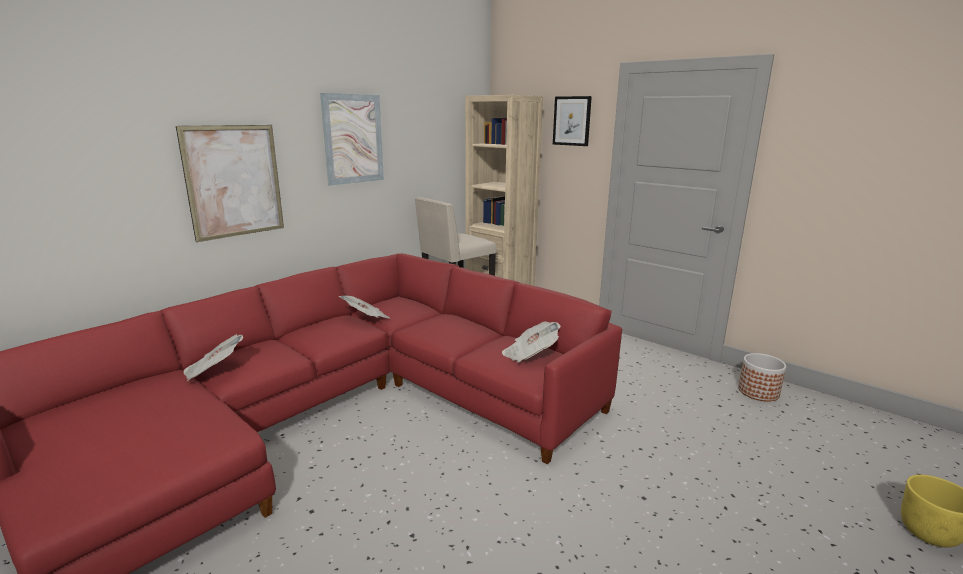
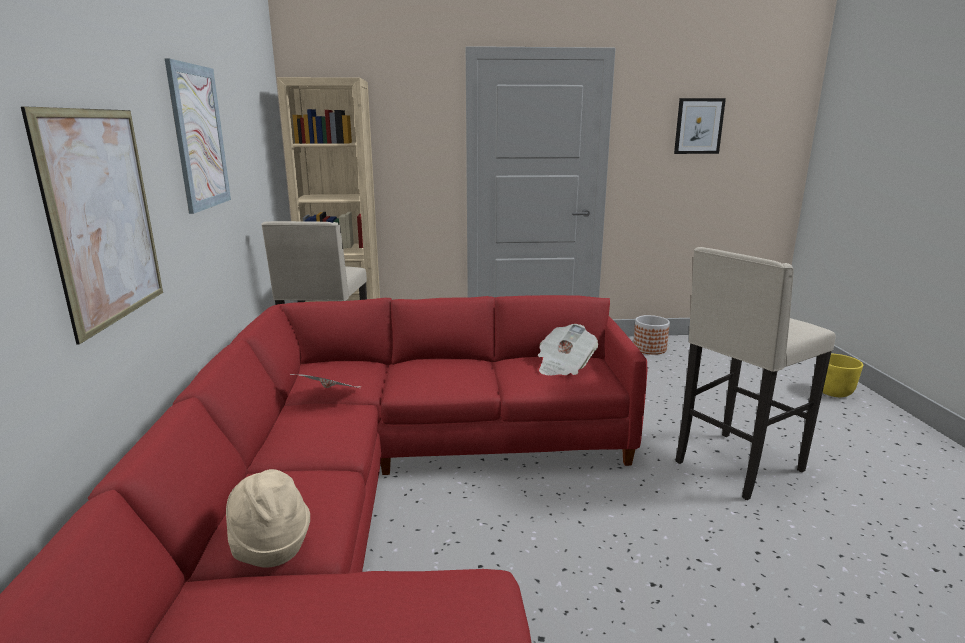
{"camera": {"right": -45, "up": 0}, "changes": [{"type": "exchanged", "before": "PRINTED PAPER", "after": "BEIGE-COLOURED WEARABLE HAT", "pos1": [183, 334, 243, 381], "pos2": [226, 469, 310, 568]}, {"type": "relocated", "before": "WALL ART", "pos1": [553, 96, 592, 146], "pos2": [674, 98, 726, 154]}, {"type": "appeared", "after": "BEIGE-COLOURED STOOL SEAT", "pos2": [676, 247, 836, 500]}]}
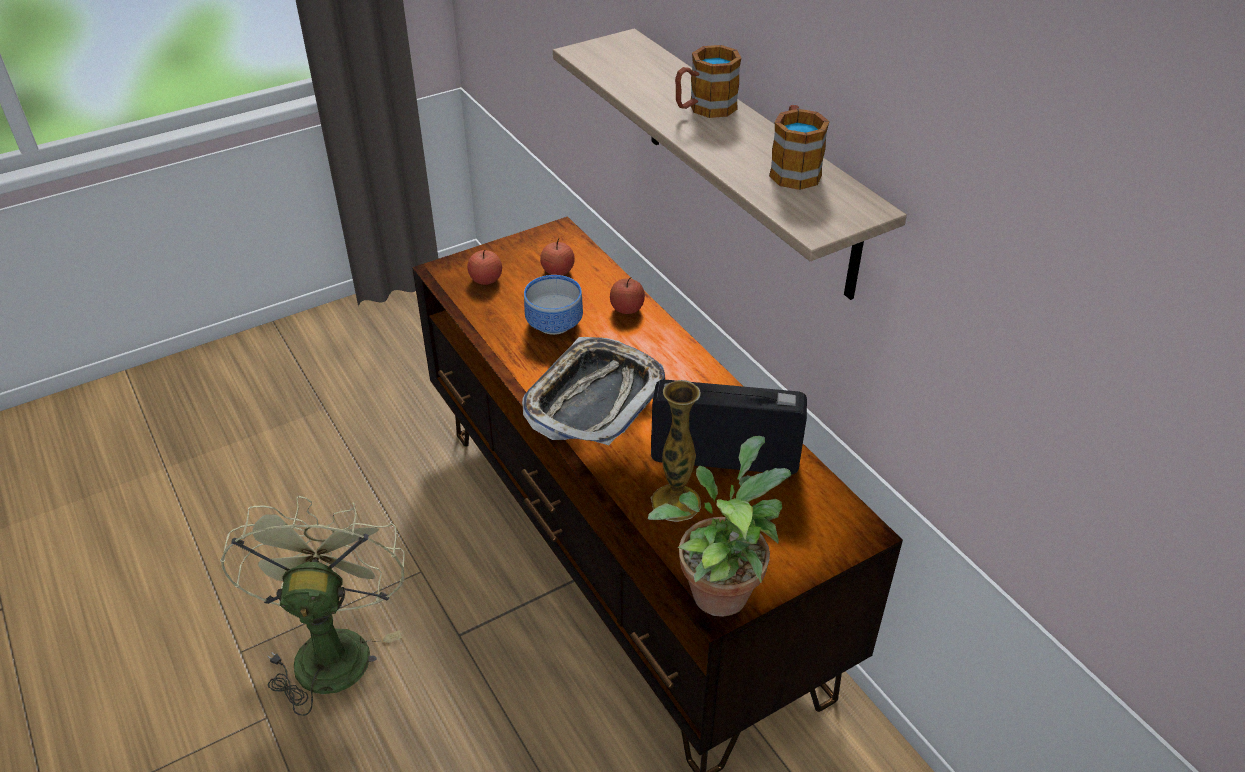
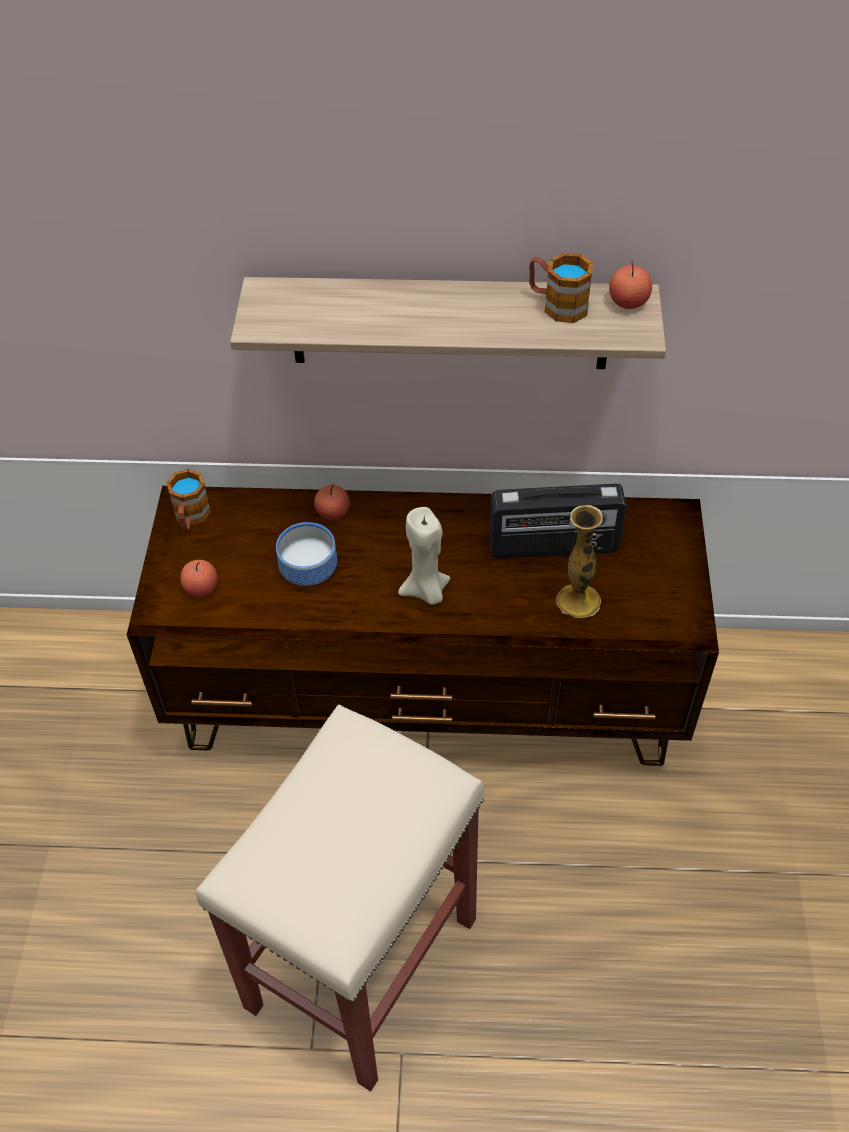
{"camera": {"right": -55, "up": 10}, "changes": [{"type": "relocated", "before": "COFFEE MUG", "pos1": [675, 45, 741, 118], "pos2": [166, 469, 211, 531]}, {"type": "exchanged", "before": "GREEN ELECTRIC FAN", "after": "BEIGE-COLOURED STOOL SEAT", "pos1": [220, 496, 405, 716], "pos2": [196, 704, 484, 1091]}, {"type": "exchanged", "before": "TRAY", "after": "BEIGE-COLOURED WAX LIGHT", "pos1": [522, 337, 665, 445], "pos2": [398, 507, 451, 605]}, {"type": "spun", "before": "RADIO RECEIVER", "pos1": [651, 380, 807, 475], "pos2": [489, 484, 627, 559], "turn": -135}, {"type": "relocated", "before": "APPLE", "pos1": [540, 238, 575, 275], "pos2": [609, 261, 652, 309]}, {"type": "missing", "before": "PLANT IN A POT", "pos1": [648, 436, 791, 617]}]}
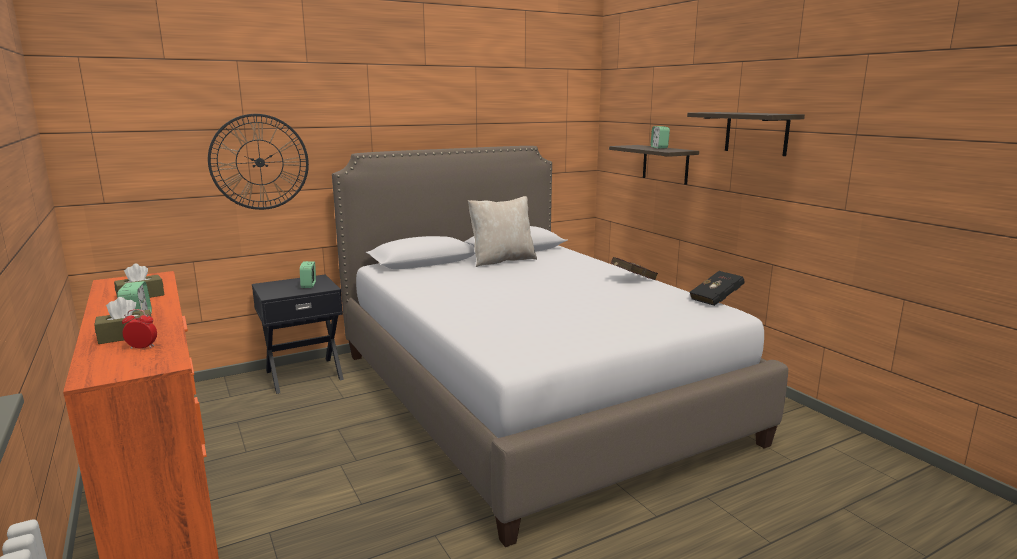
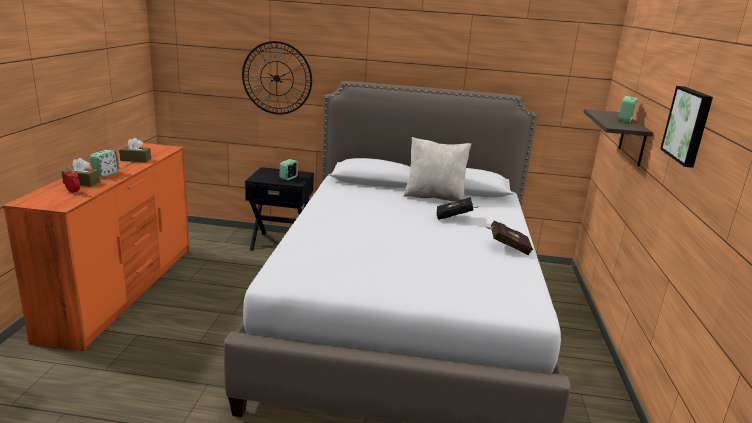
{"camera": {"right": 35, "up": 5}, "changes": [{"type": "relocated", "before": "BLACKISH VOLUME", "pos1": [689, 271, 745, 306], "pos2": [437, 197, 480, 220]}, {"type": "exchanged", "before": "SHELF", "after": "WALL ART", "pos1": [687, 112, 805, 156], "pos2": [660, 86, 713, 168]}]}
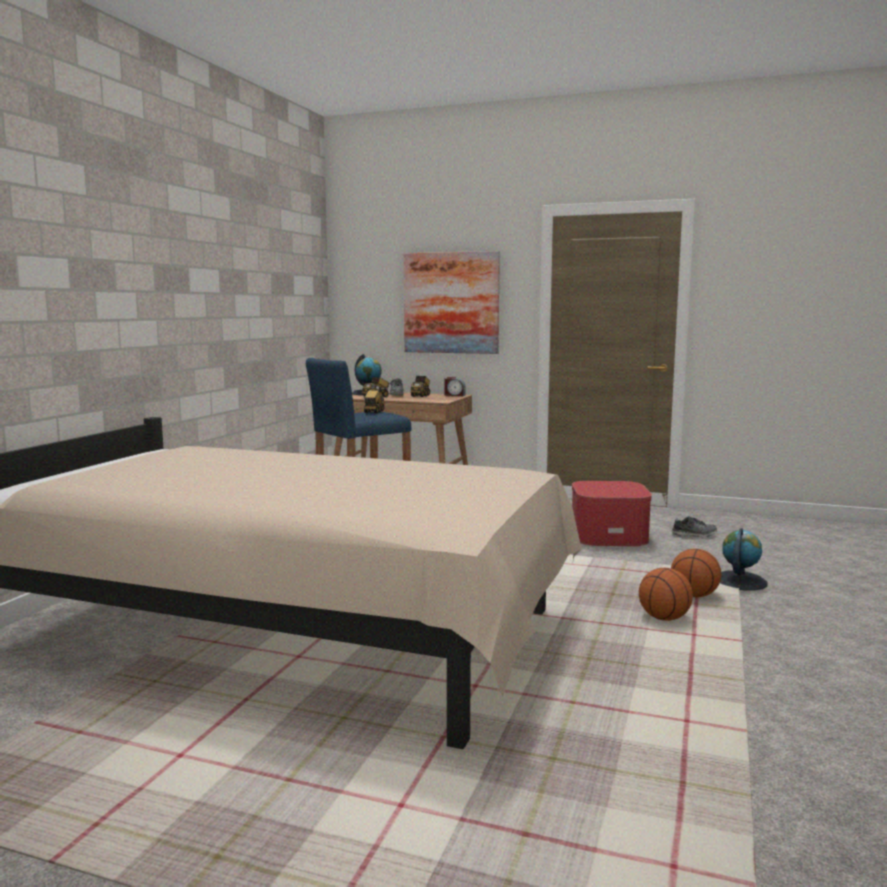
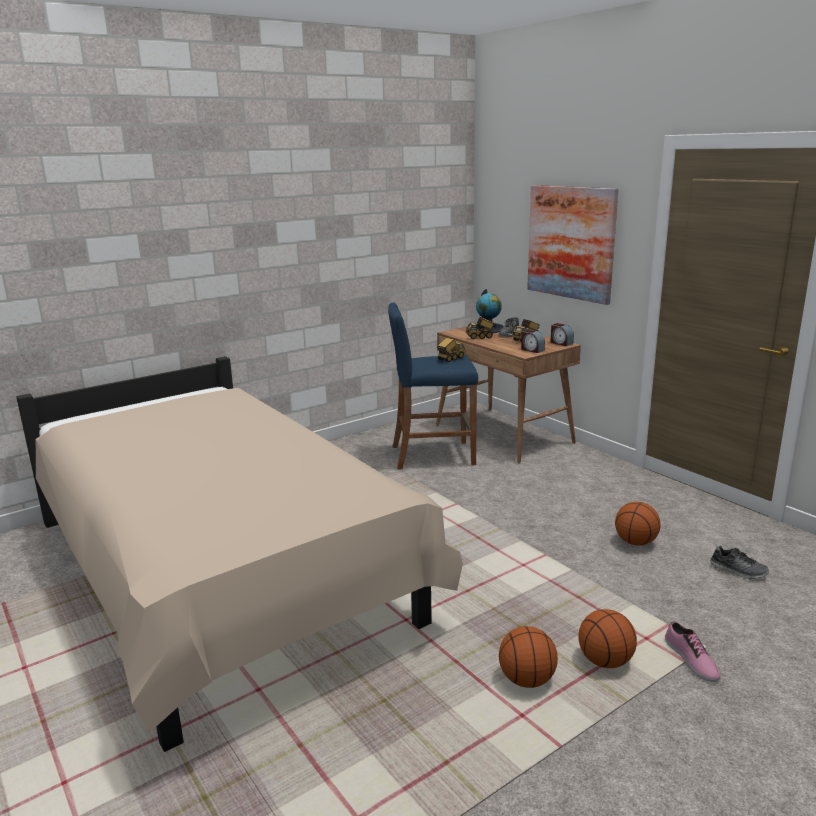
{"camera": {"right": 35, "up": 10}, "changes": [{"type": "appeared", "after": "ALARM CLOCK", "pos2": [521, 329, 545, 353]}, {"type": "exchanged", "before": "FOOTREST", "after": "BASKETBALL BALL", "pos1": [572, 481, 652, 546], "pos2": [615, 502, 661, 546]}, {"type": "exchanged", "before": "DESK GLOBE", "after": "SHOE", "pos1": [720, 528, 767, 591], "pos2": [665, 621, 721, 682]}]}
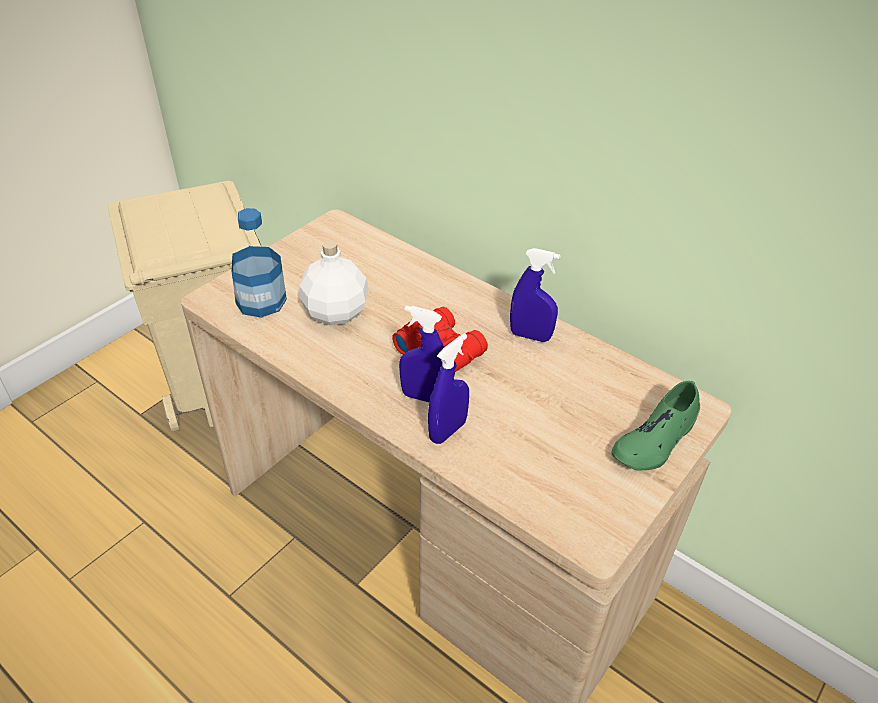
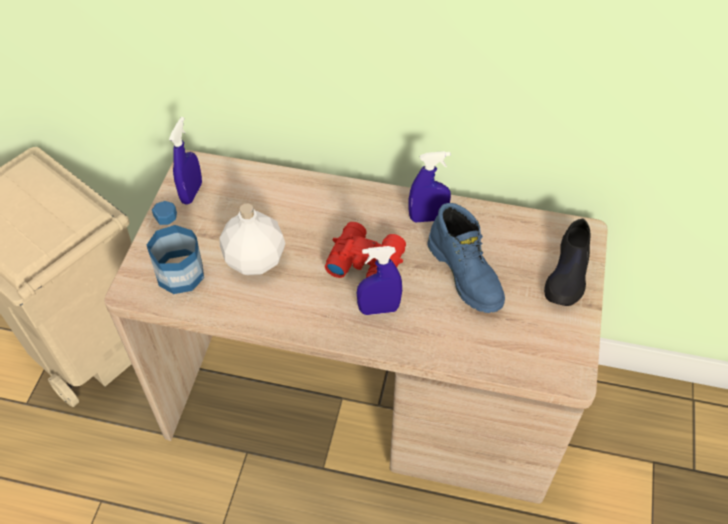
{"camera": {"right": -25, "up": 10}, "changes": [{"type": "relocated", "before": "BLUE HAND SPRAYER", "pos1": [428, 333, 469, 444], "pos2": [169, 117, 202, 205]}, {"type": "appeared", "after": "BLUE HIGH-TOP BOOT", "pos2": [427, 203, 505, 313]}, {"type": "colour", "before": "GREEN SHOE", "after": "BLACKISH SHOE", "pos1": [611, 381, 700, 470], "pos2": [544, 218, 590, 306]}]}
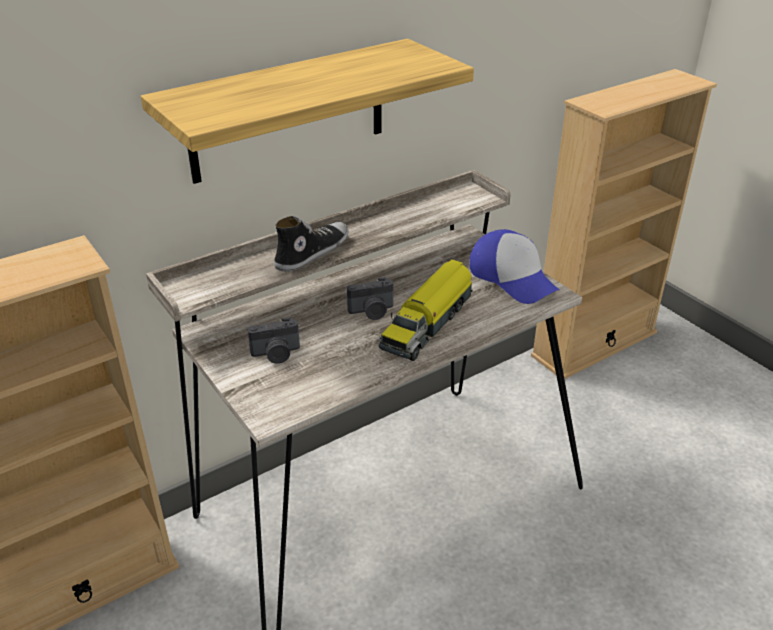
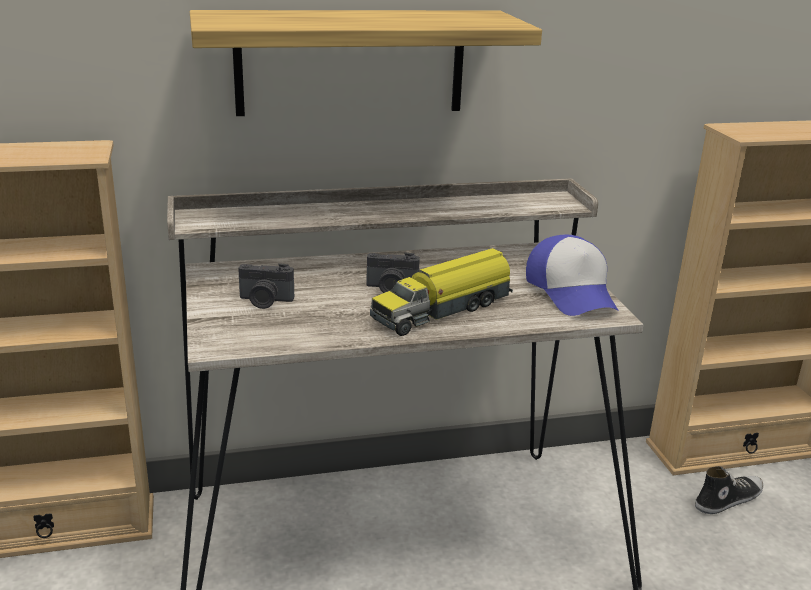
{"camera": {"right": 20, "up": -10}, "changes": [{"type": "relocated", "before": "SHOE", "pos1": [274, 216, 348, 271], "pos2": [695, 466, 763, 514]}]}
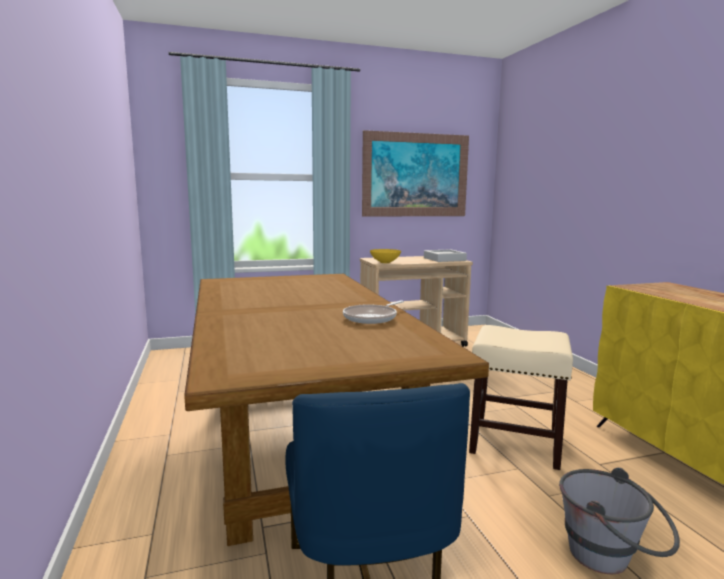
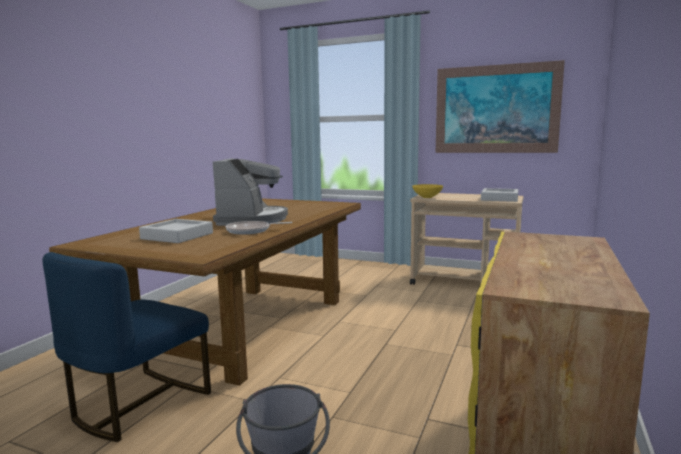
{"camera": {"right": 40, "up": 0}, "changes": [{"type": "appeared", "after": "GREY TRAY", "pos2": [139, 219, 213, 243]}, {"type": "appeared", "after": "COFFEE BREWER", "pos2": [213, 158, 288, 226]}, {"type": "missing", "before": "BEIGE-COLOURED STOOL SEAT", "pos1": [469, 325, 573, 470]}]}
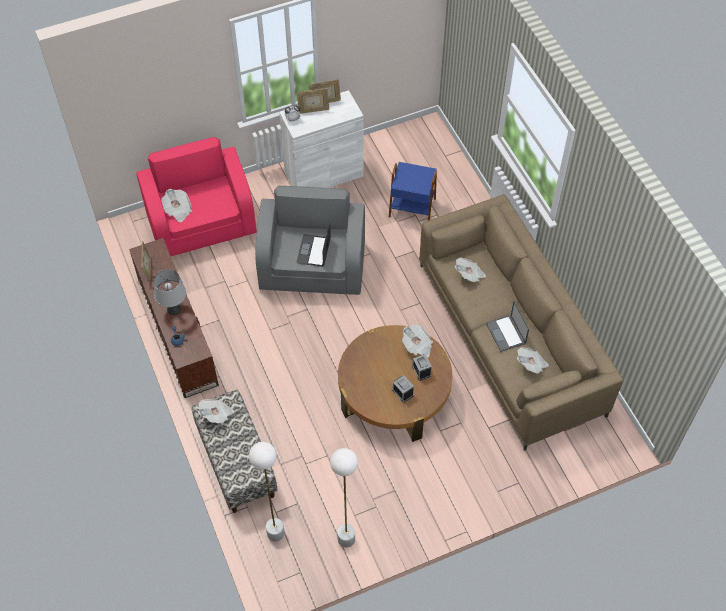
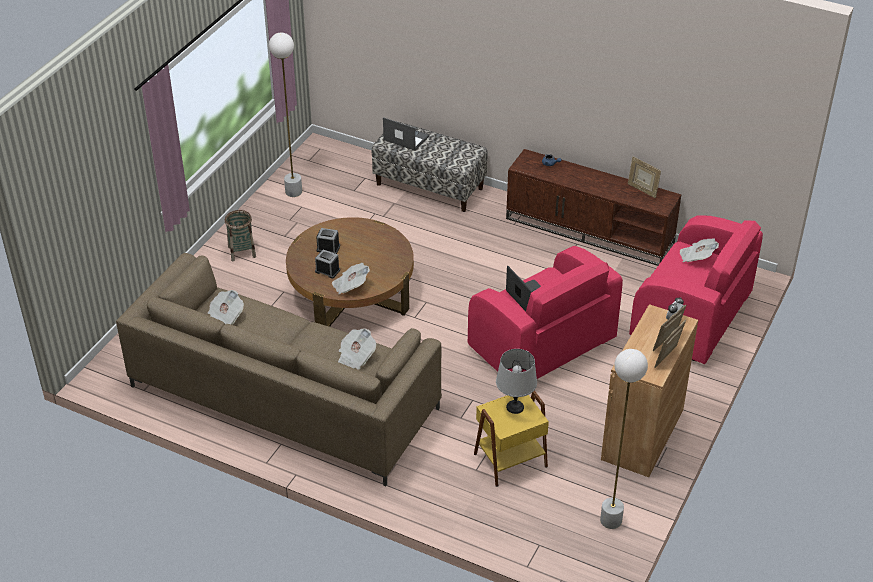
{"camera": {"right": 140, "up": -15}, "changes": [{"type": "appeared", "after": "HOUSEHOLD BASKET", "pos2": [225, 210, 256, 261]}, {"type": "relocated", "before": "PORTABLE COMPUTER", "pos1": [486, 301, 529, 352], "pos2": [383, 117, 430, 151]}, {"type": "colour", "before": "GREY ARMCHAIR", "after": "PINKISH ARMCHAIR", "pos1": [255, 186, 365, 295], "pos2": [468, 246, 623, 379]}, {"type": "colour", "before": "BLUE END TABLE", "after": "YELLOW END TABLE", "pos1": [389, 162, 437, 221], "pos2": [474, 391, 549, 487]}, {"type": "relocated", "before": "GREY TABLE LAMP", "pos1": [153, 269, 186, 315], "pos2": [496, 349, 537, 414]}, {"type": "relocated", "before": "WHITE-COLOURED STANDING LAMP", "pos1": [249, 442, 285, 542], "pos2": [600, 349, 648, 529]}, {"type": "colour", "before": "WHITE-COLOURED STORAGE CABINET", "after": "BROWN STORAGE CABINET", "pos1": [279, 90, 364, 188], "pos2": [601, 304, 698, 477]}, {"type": "missing", "before": "PRINTED PAPER", "pos1": [198, 399, 234, 423]}]}
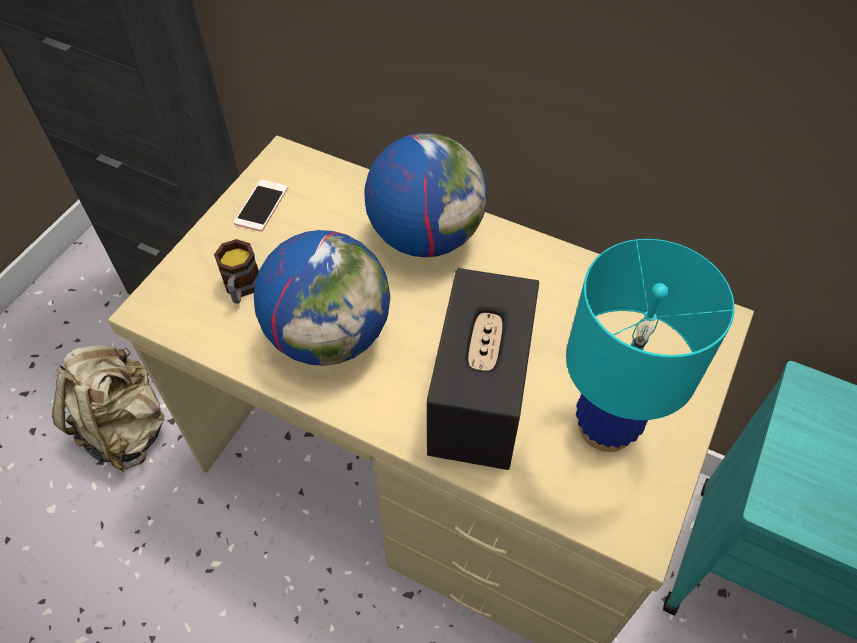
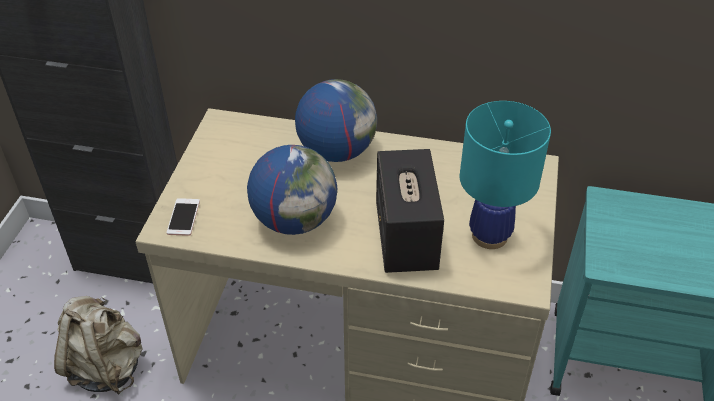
{"camera": {"right": -15, "up": -10}, "changes": [{"type": "relocated", "before": "HANDSET", "pos1": [234, 180, 288, 231], "pos2": [167, 198, 200, 236]}, {"type": "missing", "before": "COFFEE MUG", "pos1": [214, 239, 259, 304]}]}
